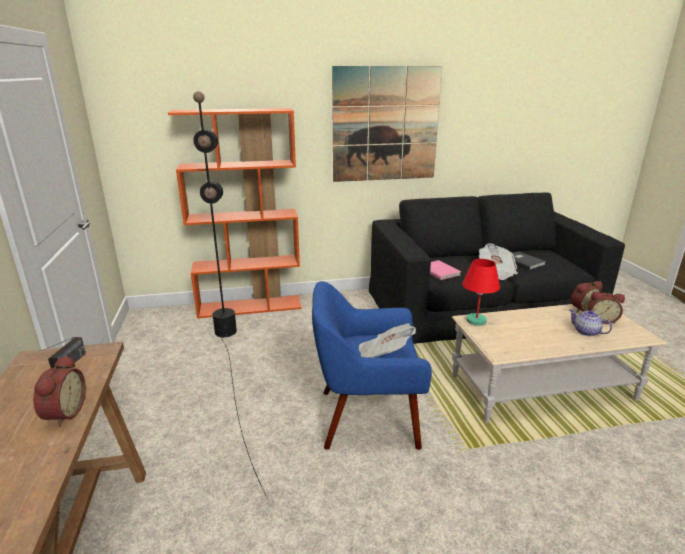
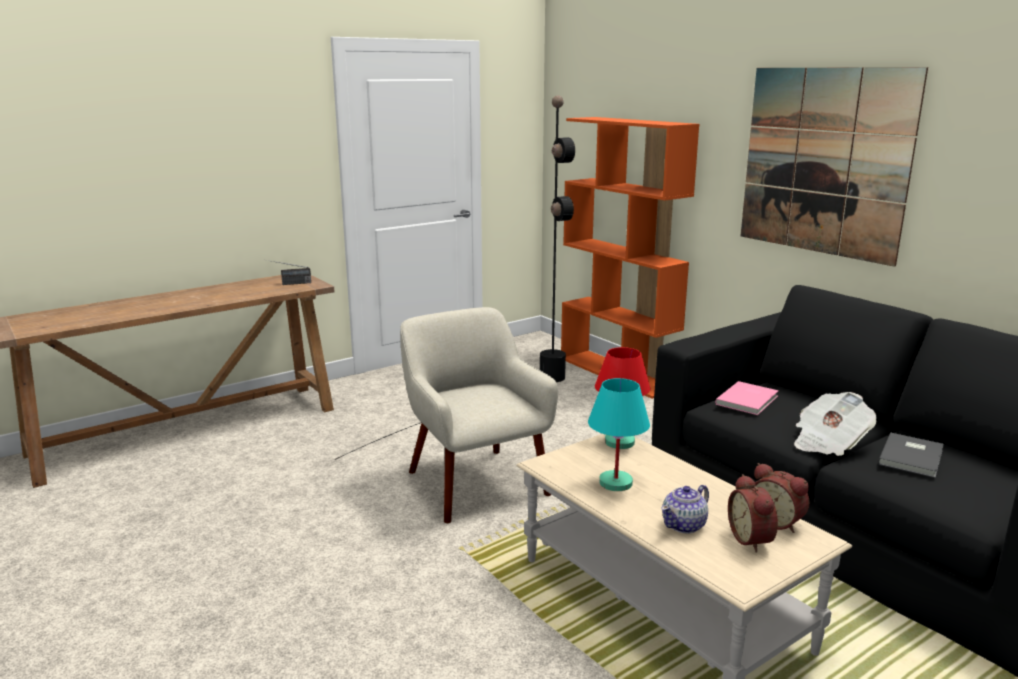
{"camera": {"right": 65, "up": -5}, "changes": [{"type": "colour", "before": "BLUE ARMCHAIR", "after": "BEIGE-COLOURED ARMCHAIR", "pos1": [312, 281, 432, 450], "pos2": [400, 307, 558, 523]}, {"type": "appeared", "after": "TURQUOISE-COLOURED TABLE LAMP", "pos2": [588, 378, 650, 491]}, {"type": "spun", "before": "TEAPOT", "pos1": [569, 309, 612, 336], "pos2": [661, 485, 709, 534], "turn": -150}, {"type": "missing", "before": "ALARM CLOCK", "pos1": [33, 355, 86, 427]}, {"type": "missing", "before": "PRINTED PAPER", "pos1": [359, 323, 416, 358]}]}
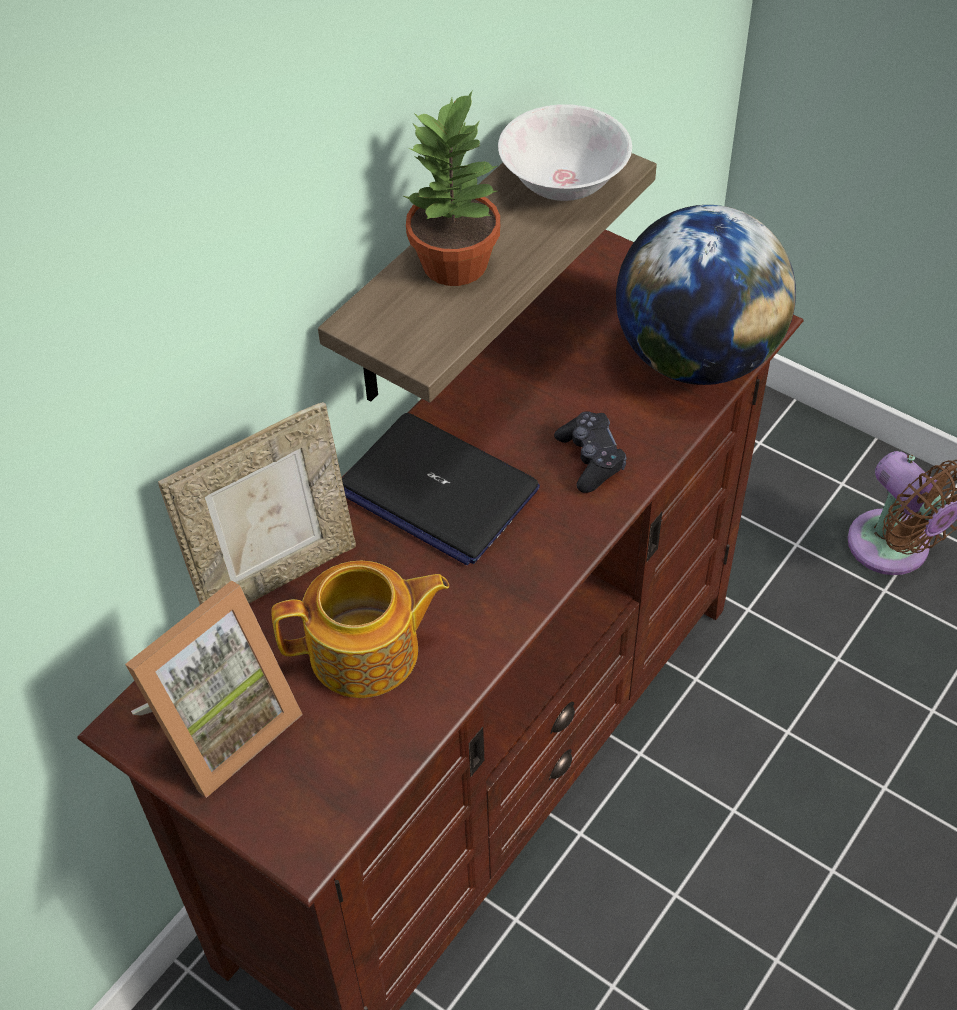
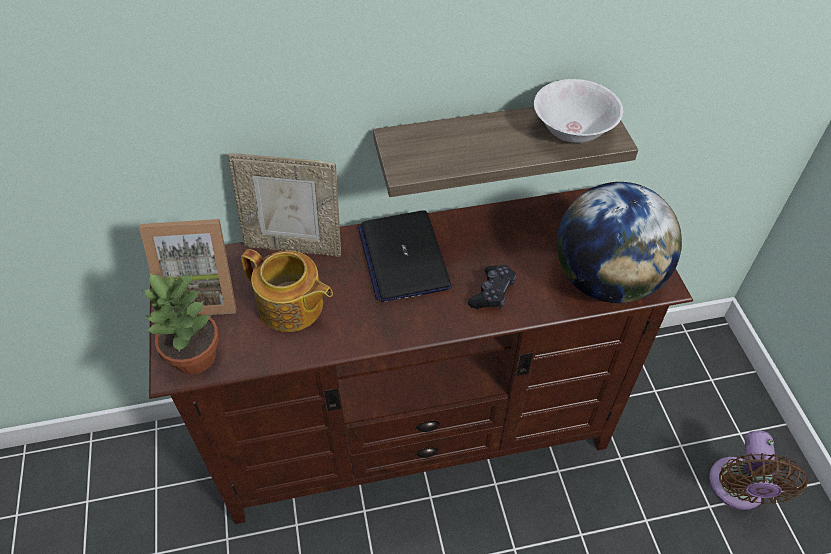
{"camera": {"right": 40, "up": 0}, "changes": [{"type": "relocated", "before": "PLANT IN A POT", "pos1": [404, 91, 500, 286], "pos2": [142, 273, 219, 374]}]}
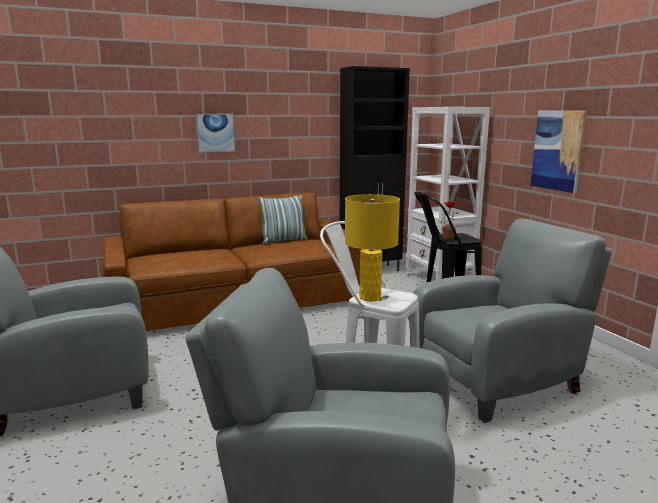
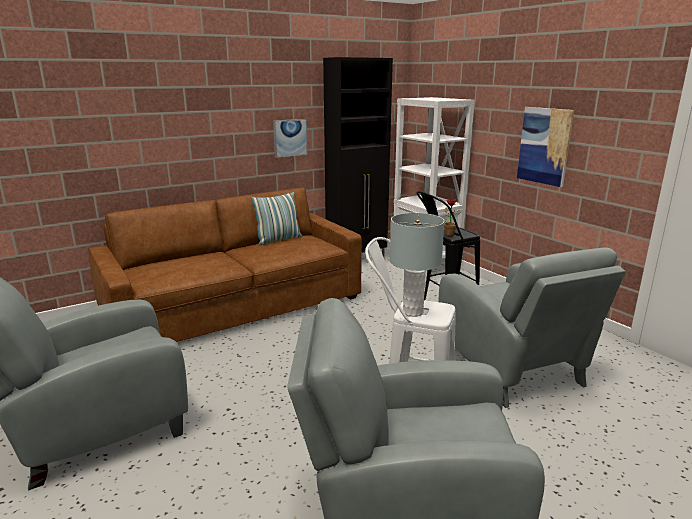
{"camera": {"right": -10, "up": 5}, "changes": [{"type": "relocated", "before": "WALL ART", "pos1": [195, 114, 236, 153], "pos2": [273, 119, 308, 158]}, {"type": "colour", "before": "YELLOW TABLE LAMP", "after": "GREY TABLE LAMP", "pos1": [345, 194, 400, 302], "pos2": [390, 213, 445, 317]}, {"type": "spun", "before": "GREY ARMCHAIR", "pos1": [410, 218, 612, 423], "pos2": [438, 247, 626, 408], "turn": 105}]}
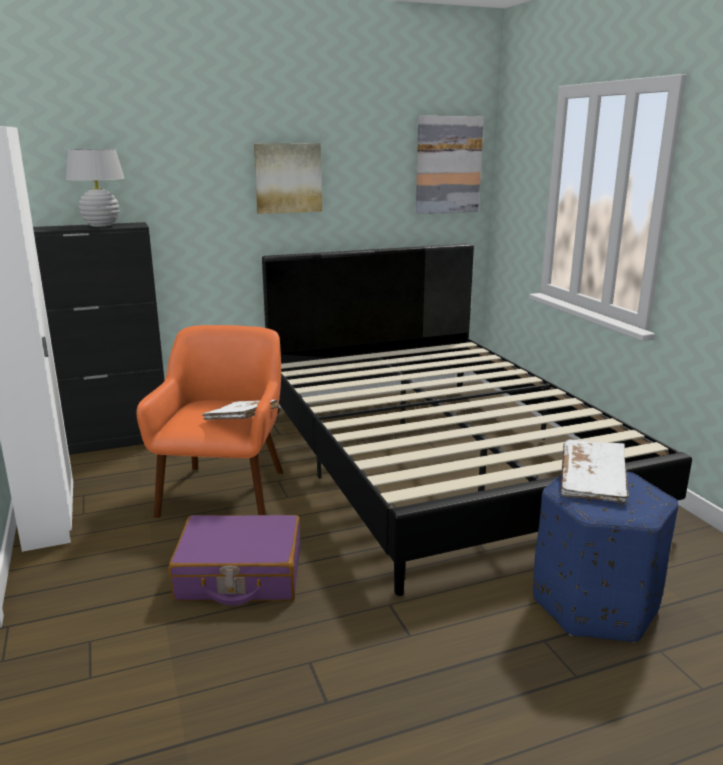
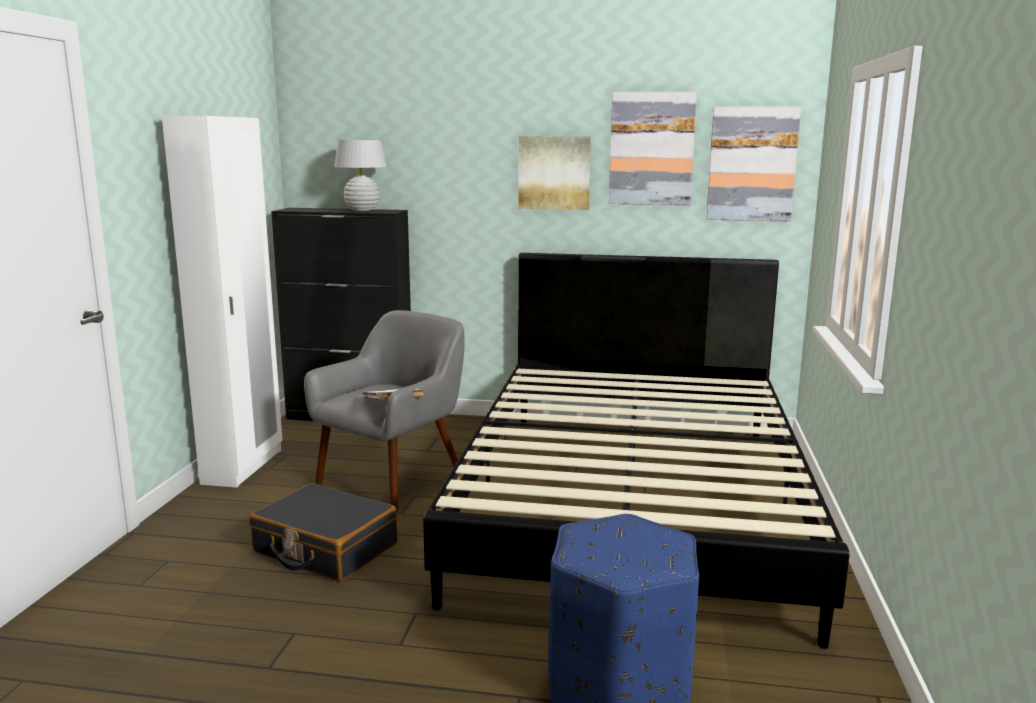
{"camera": {"right": 30, "up": -5}, "changes": [{"type": "colour", "before": "PURPLE PIECE OF LUGGAGE", "after": "BLACKISH PIECE OF LUGGAGE", "pos1": [169, 515, 301, 606], "pos2": [249, 483, 398, 582]}, {"type": "colour", "before": "ORANGEY ARMCHAIR", "after": "GREY ARMCHAIR", "pos1": [136, 325, 283, 519], "pos2": [304, 310, 464, 513]}, {"type": "appeared", "after": "WALL ART", "pos2": [609, 92, 697, 205]}, {"type": "missing", "before": "WHITE-COLOURED VOLUME", "pos1": [560, 440, 629, 503]}]}
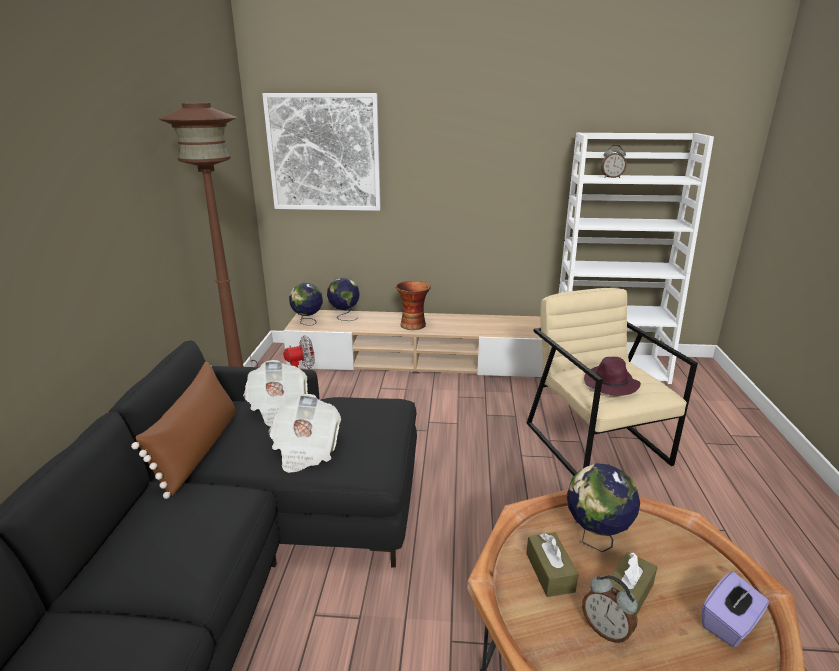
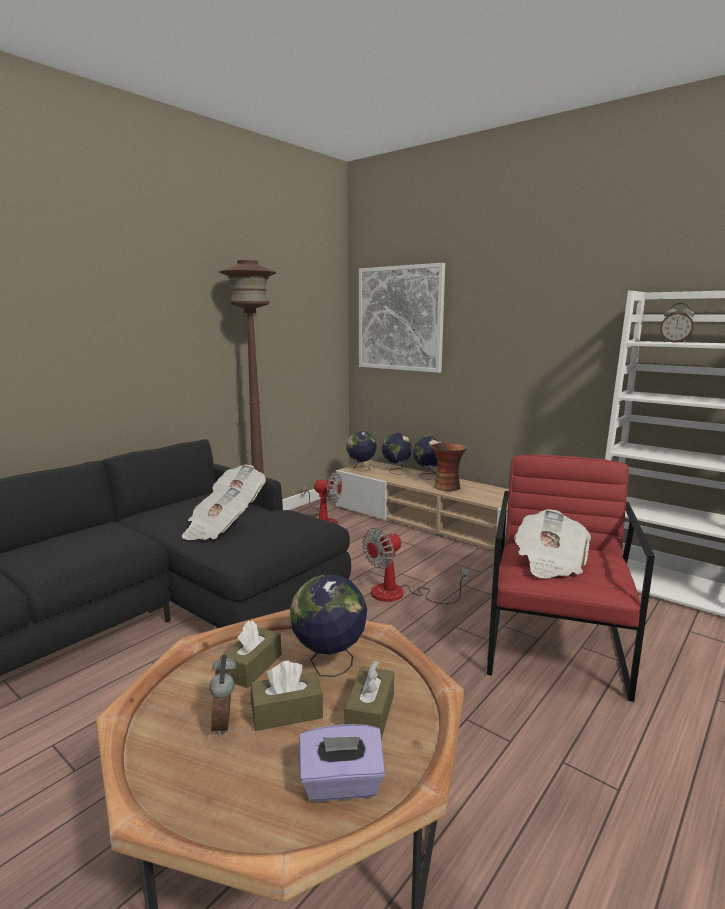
{"camera": {"right": 35, "up": -10}, "changes": [{"type": "appeared", "after": "BROWN TISSUE BOX", "pos2": [345, 661, 394, 740]}, {"type": "appeared", "after": "ELECTRIC FAN", "pos2": [362, 528, 469, 604]}, {"type": "appeared", "after": "DESK GLOBE", "pos2": [413, 436, 441, 480]}, {"type": "colour", "before": "BEIGE-COLOURED ARMCHAIR", "after": "REDDISH ARMCHAIR", "pos1": [527, 288, 698, 476], "pos2": [487, 454, 655, 702]}, {"type": "exchanged", "before": "PURPLE WEARABLE HAT", "after": "PRINTED PAPER", "pos1": [584, 357, 641, 396], "pos2": [514, 509, 591, 578]}, {"type": "missing", "before": "BROWN THROW PILLOW", "pos1": [131, 361, 236, 499]}]}
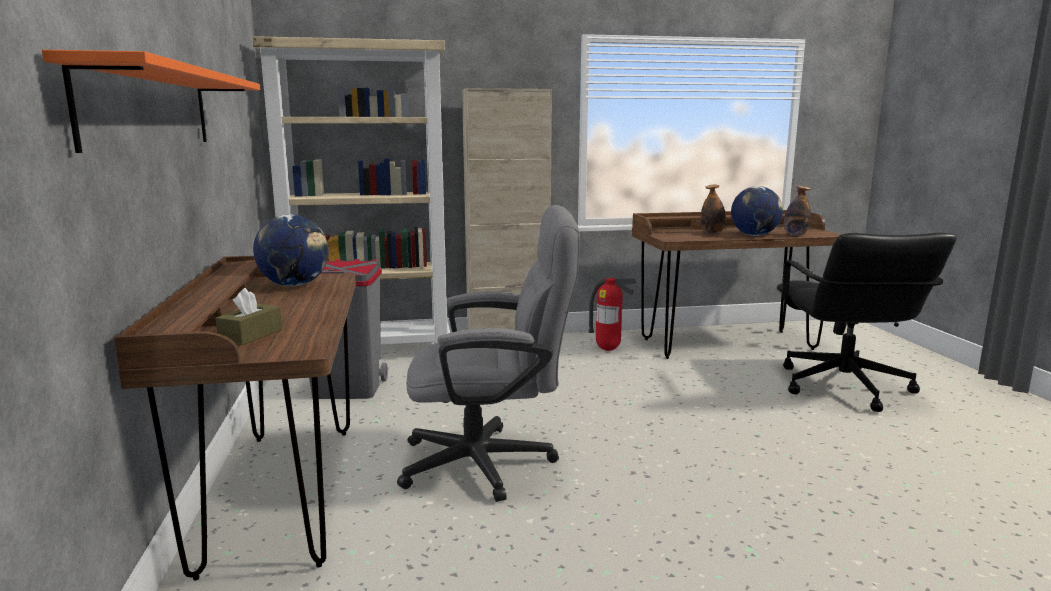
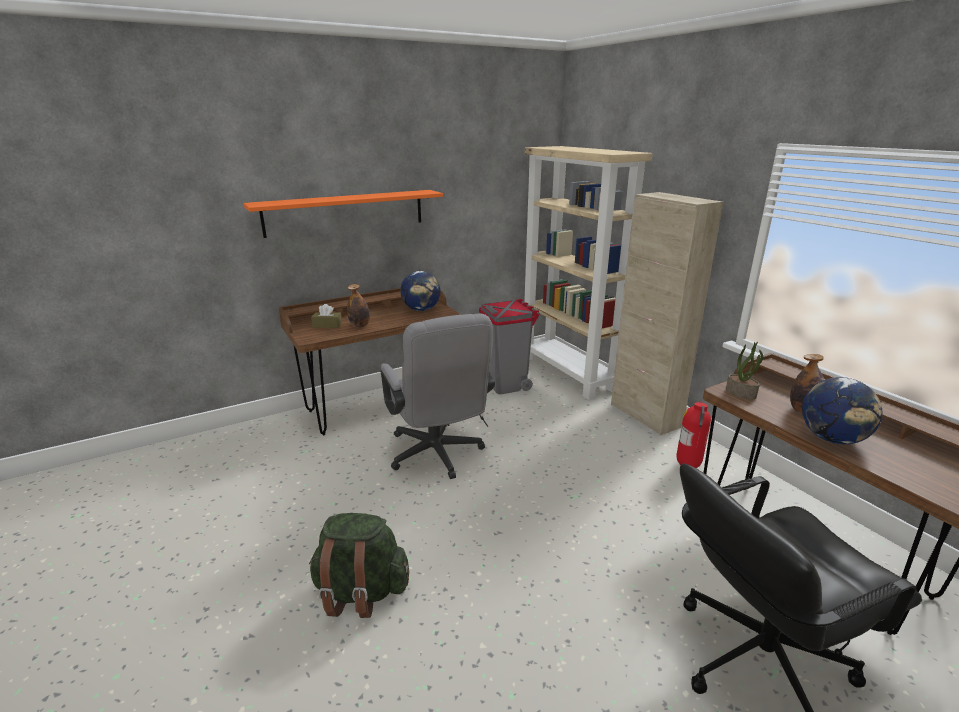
{"camera": {"right": 70, "up": 10}, "changes": [{"type": "appeared", "after": "GREEN BACKPACK", "pos2": [309, 513, 409, 618]}, {"type": "relocated", "before": "BEVERAGE BOTTLE", "pos1": [784, 186, 811, 236], "pos2": [347, 284, 370, 327]}, {"type": "appeared", "after": "PLANT IN A POT", "pos2": [726, 342, 764, 399]}]}
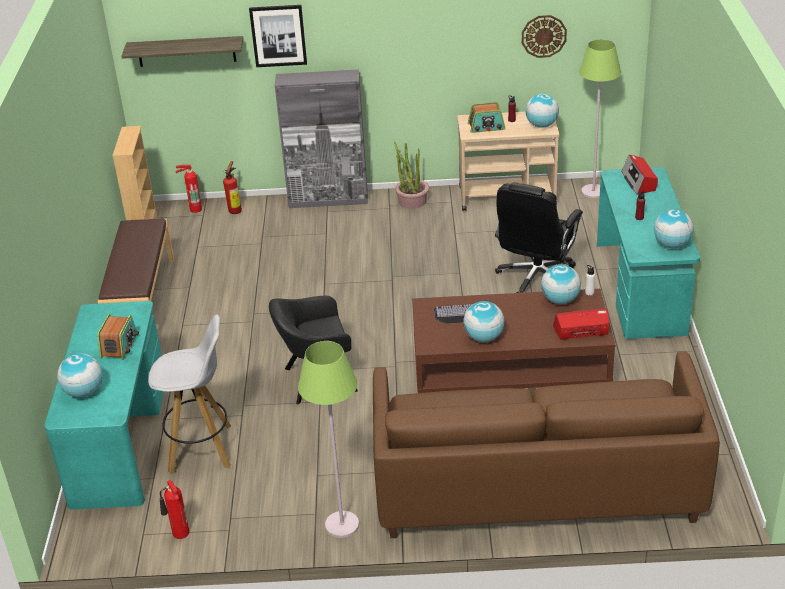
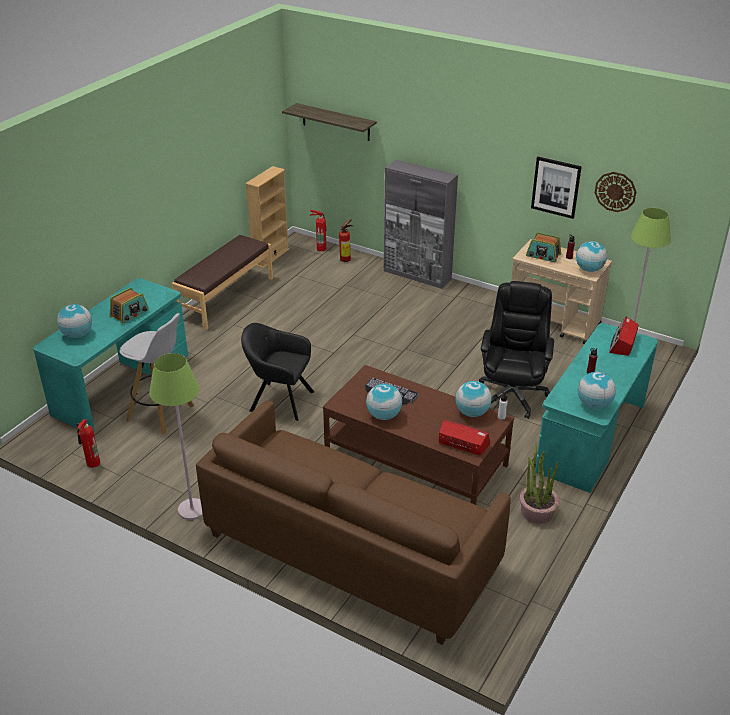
{"camera": {"right": 30, "up": 0}, "changes": [{"type": "spun", "before": "BLACKISH OFFICE CHAIR", "pos1": [495, 182, 583, 293], "pos2": [479, 281, 554, 419], "turn": 135}, {"type": "relocated", "before": "PLANT IN A POT", "pos1": [394, 142, 429, 209], "pos2": [519, 444, 559, 524]}, {"type": "relocated", "before": "WALL ART", "pos1": [249, 5, 307, 67], "pos2": [531, 157, 582, 219]}]}
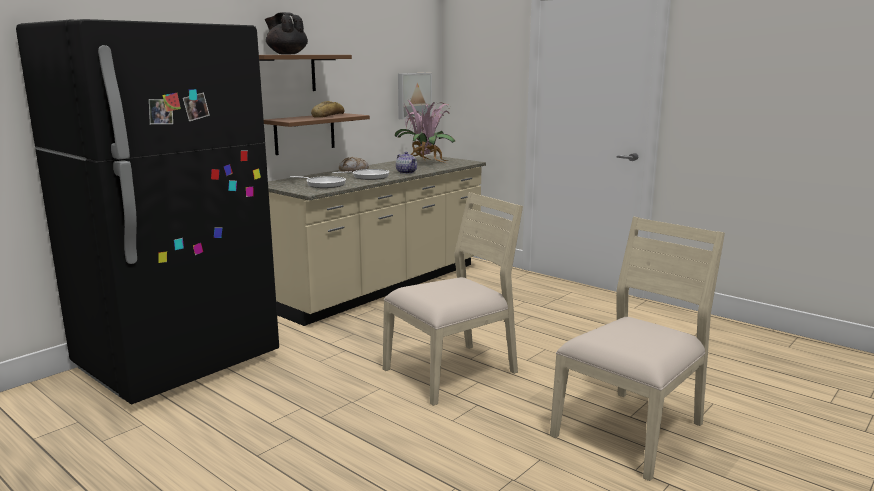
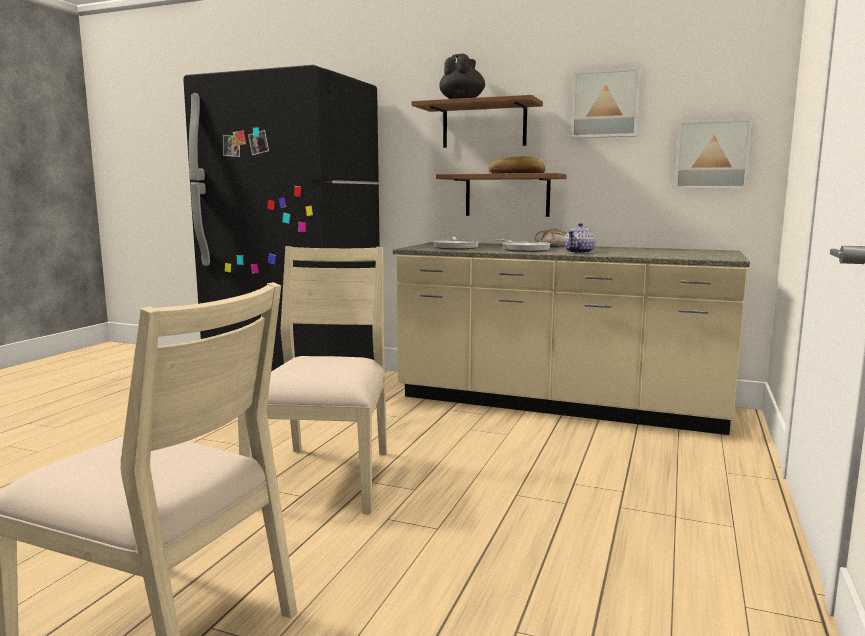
{"camera": {"right": 70, "up": -5}, "changes": [{"type": "spun", "before": "BEIGE-COLOURED UPRIGHT CHAIR", "pos1": [383, 192, 523, 406], "pos2": [238, 246, 387, 515], "turn": -120}, {"type": "appeared", "after": "WALL ART", "pos2": [571, 68, 641, 138]}, {"type": "missing", "before": "PLANT IN A POT", "pos1": [394, 101, 455, 165]}]}
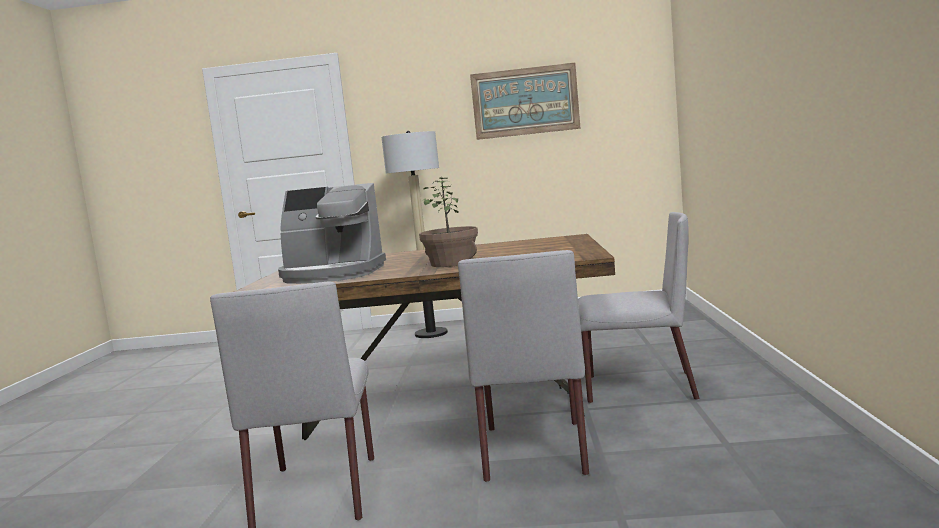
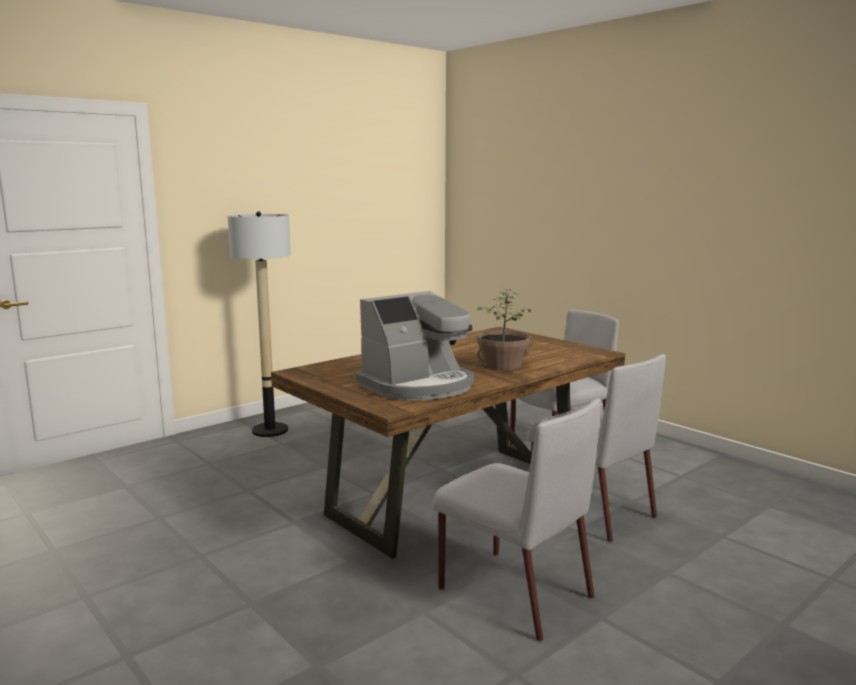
{"camera": {"right": -45, "up": 5}, "changes": [{"type": "missing", "before": "WALL ART", "pos1": [470, 63, 580, 140]}]}
